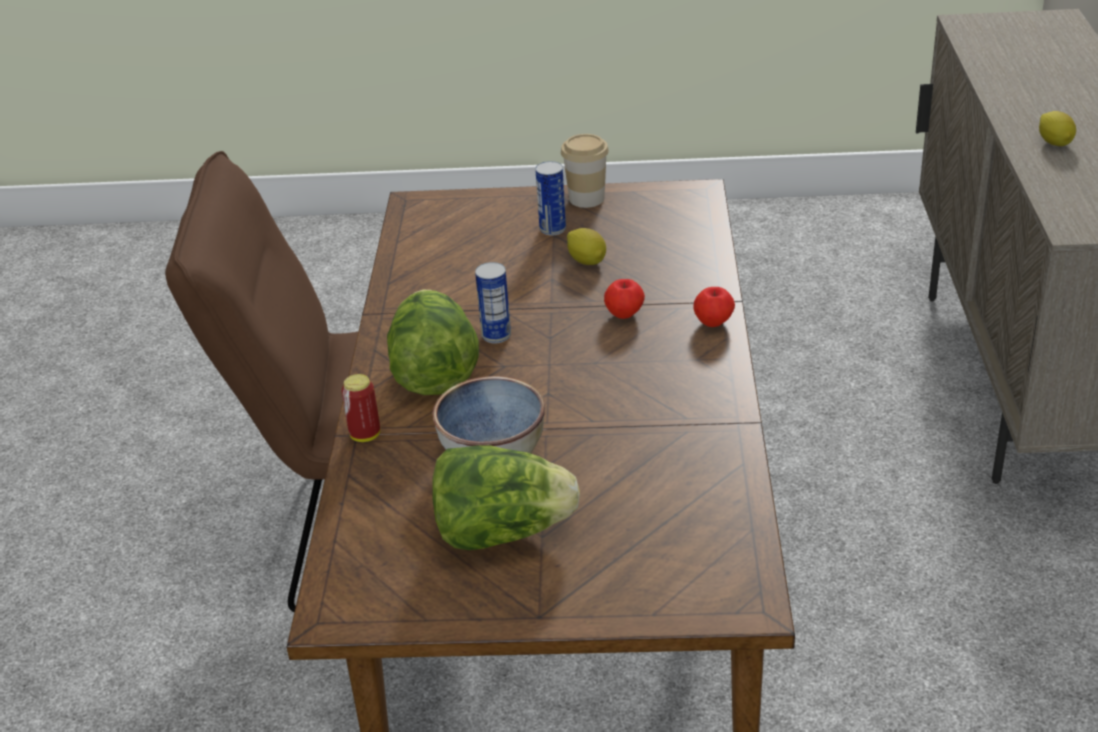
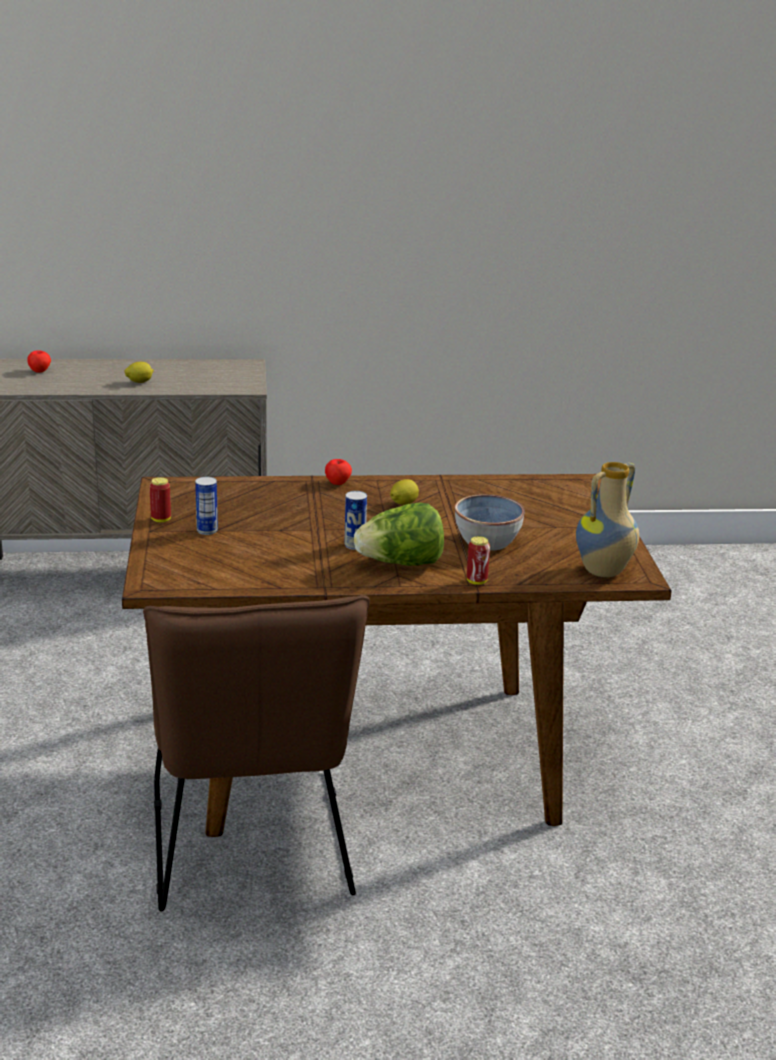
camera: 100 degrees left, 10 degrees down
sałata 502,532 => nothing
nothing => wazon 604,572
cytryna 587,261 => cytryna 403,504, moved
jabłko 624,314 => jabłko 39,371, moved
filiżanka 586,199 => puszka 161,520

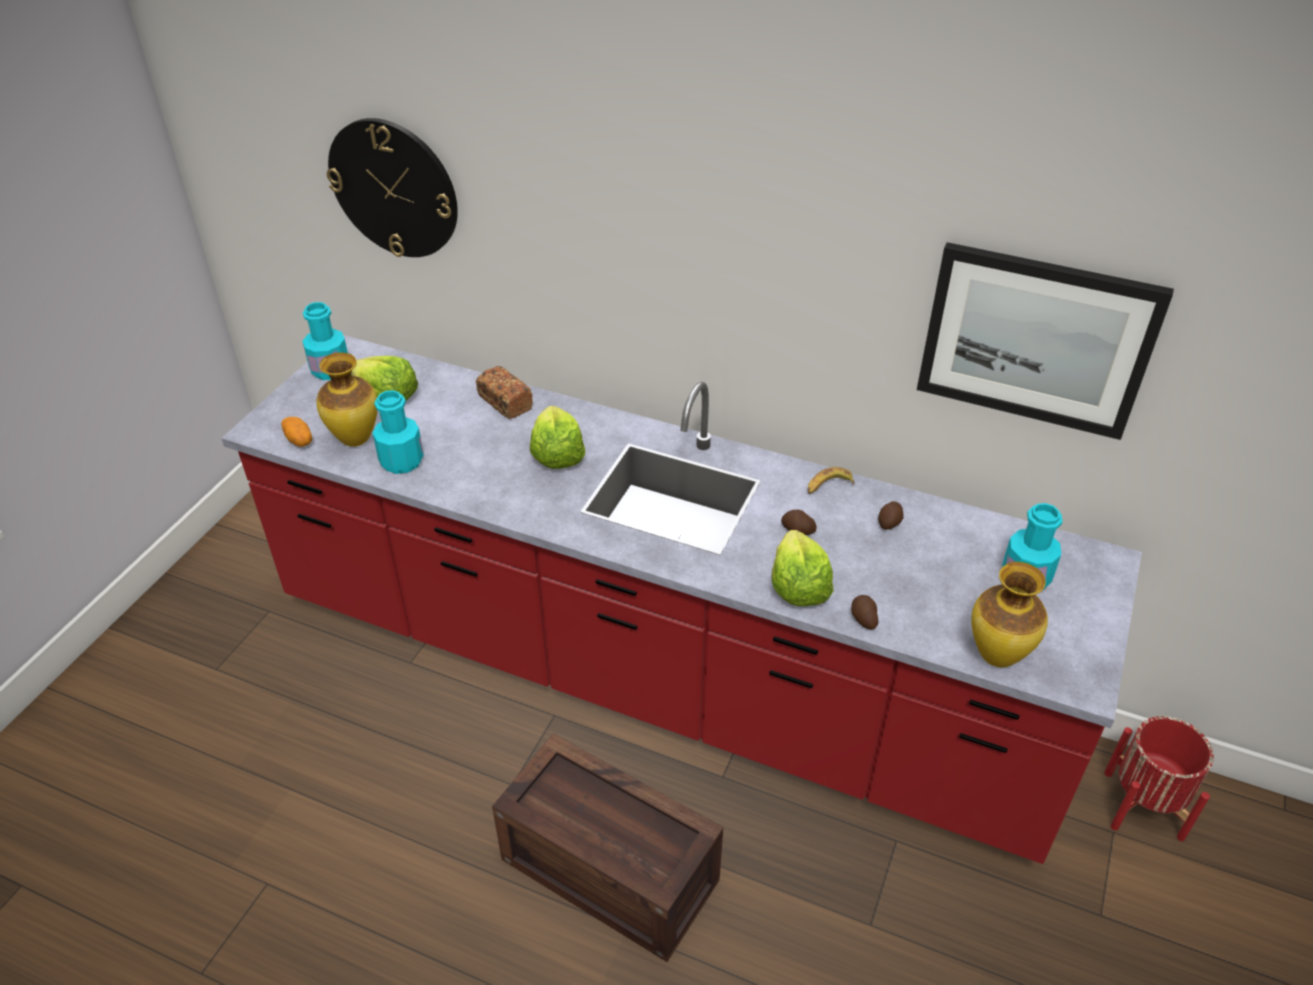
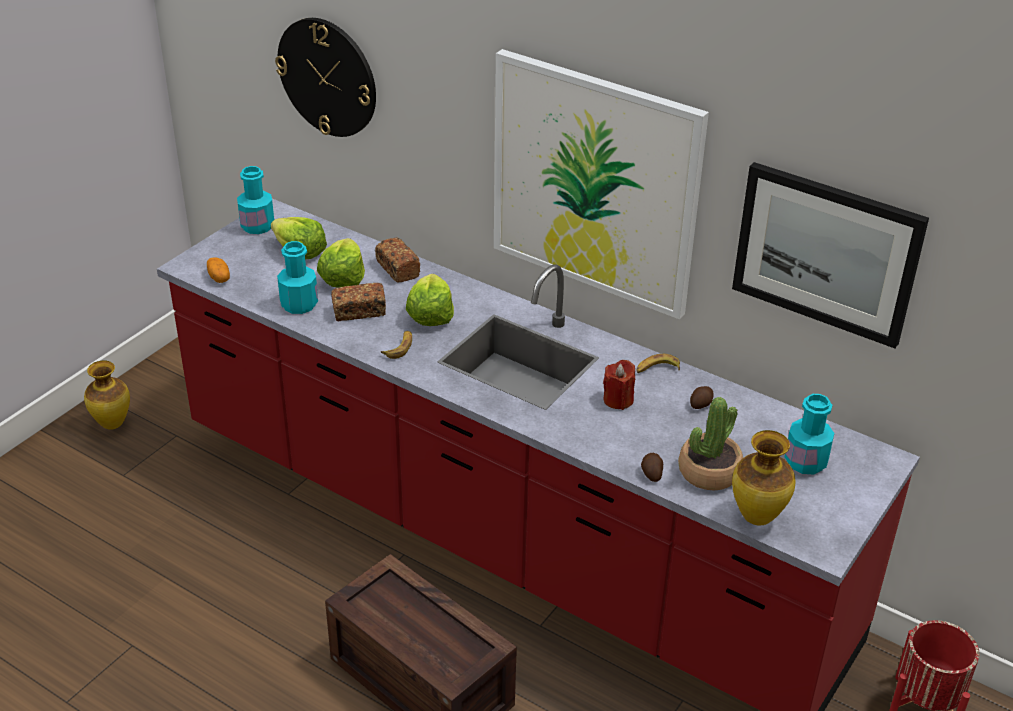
camera: 10 degrees right, 5 degrees down
nothing => chleb 359,311
nothing => banan 399,347
nothing => obraz 594,183
nothing => roślina doniczkowa 709,472
wazon 356,439 => wazon 113,424, moved
sałata 798,586 => sałata 342,278, moved
ziemniak 797,530 => świeca/czerwony 618,400

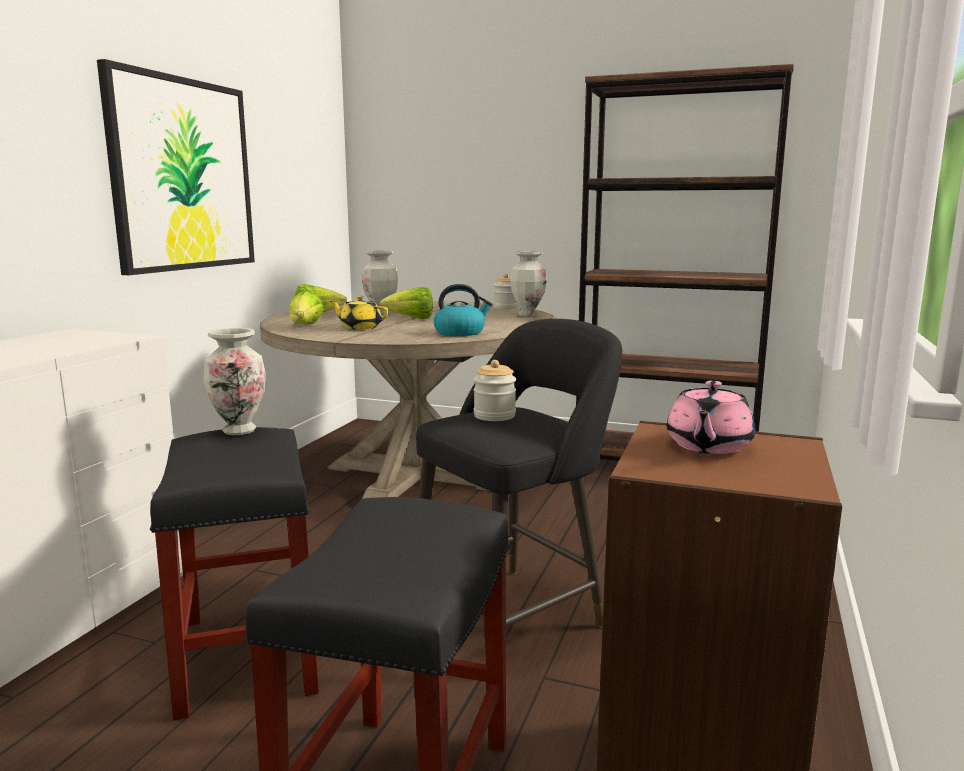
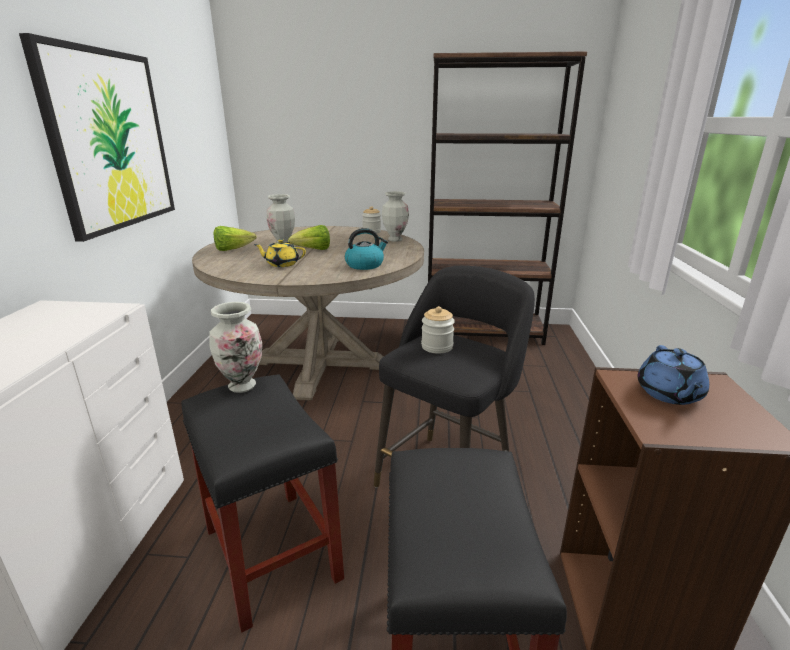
camera: 15 degrees left, 10 degrees up
sałata 305,326 => nothing
imbryk/różowy 708,446 => imbryk/niebieski 669,394

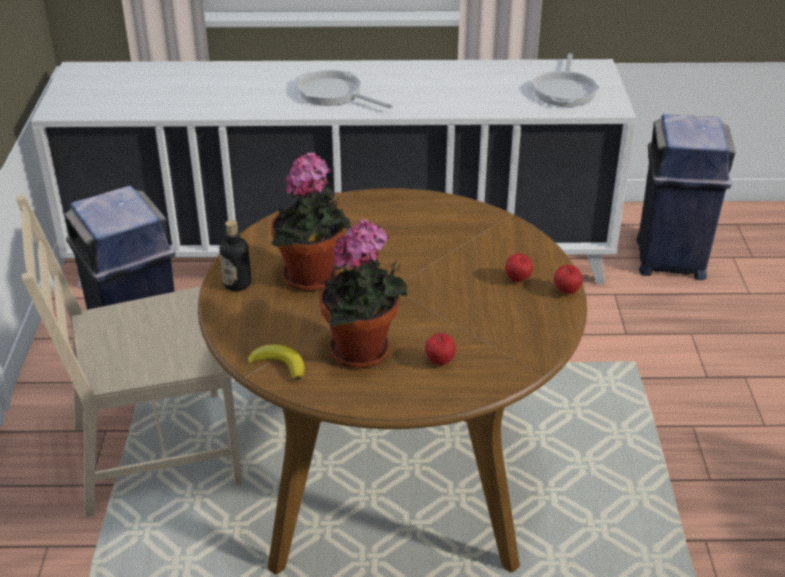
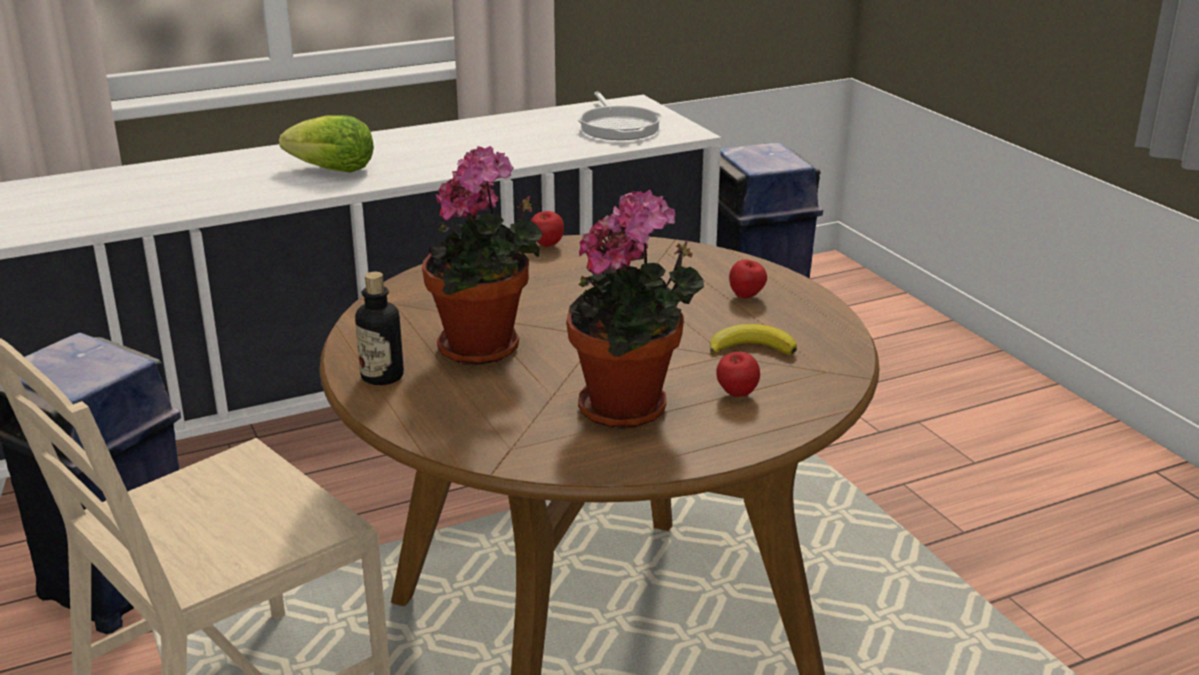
camera: 25 degrees left, 10 degrees down
banan 279,365 => banan 751,348, moved
jabłko 566,292 => jabłko 546,246, moved
patelnia 333,94 => sałata 333,170

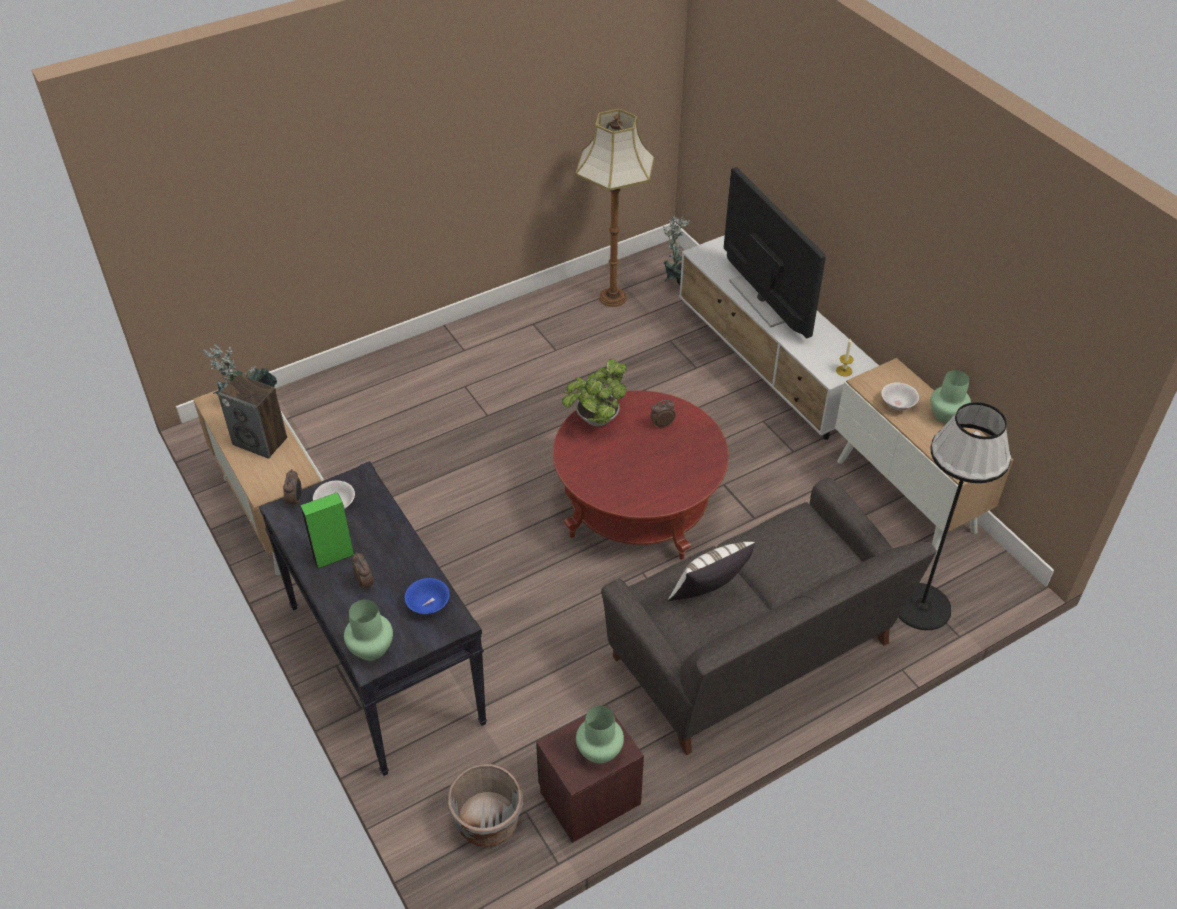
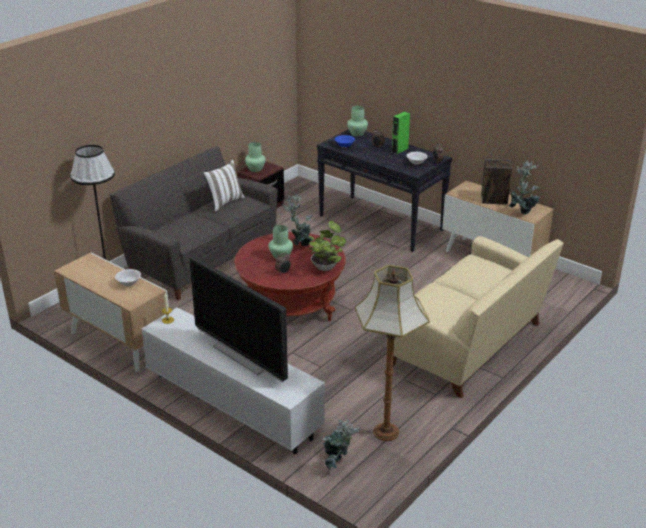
camera: 160 degrees right, 15 degrees down
donica/szary 487,821 => nothing
nothing => roślina doniczkowa 300,245
nothing => kanapa/beżowy 469,345
wazon/zielony 945,415 => wazon/zielony 281,256, moved

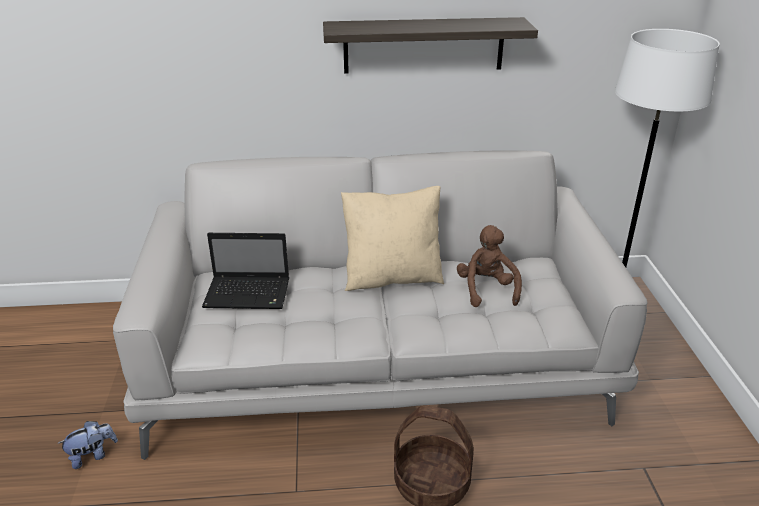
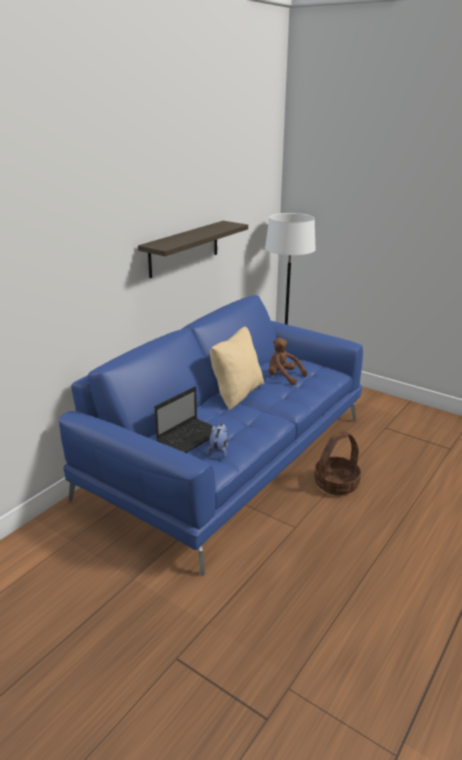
camera: 50 degrees left, 5 degrees down
pluszak 92,455 => pluszak 219,451, moved
kanapa/szary 379,358 => kanapa/niebieski 230,455

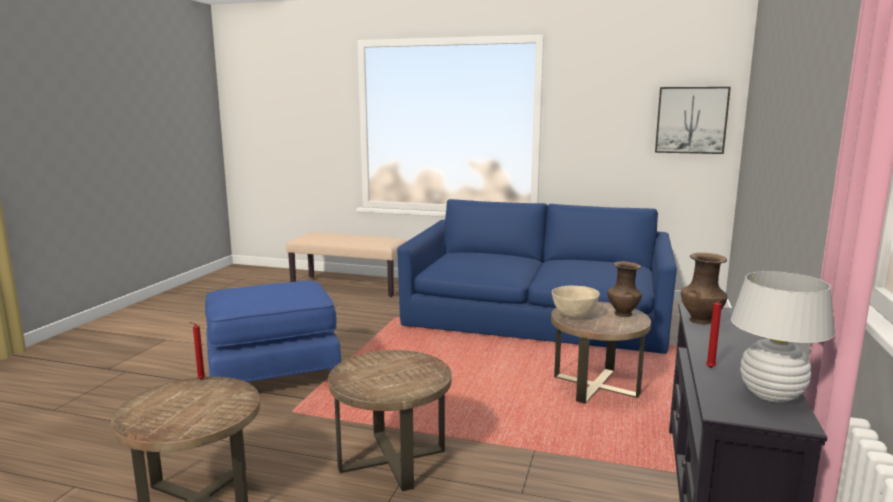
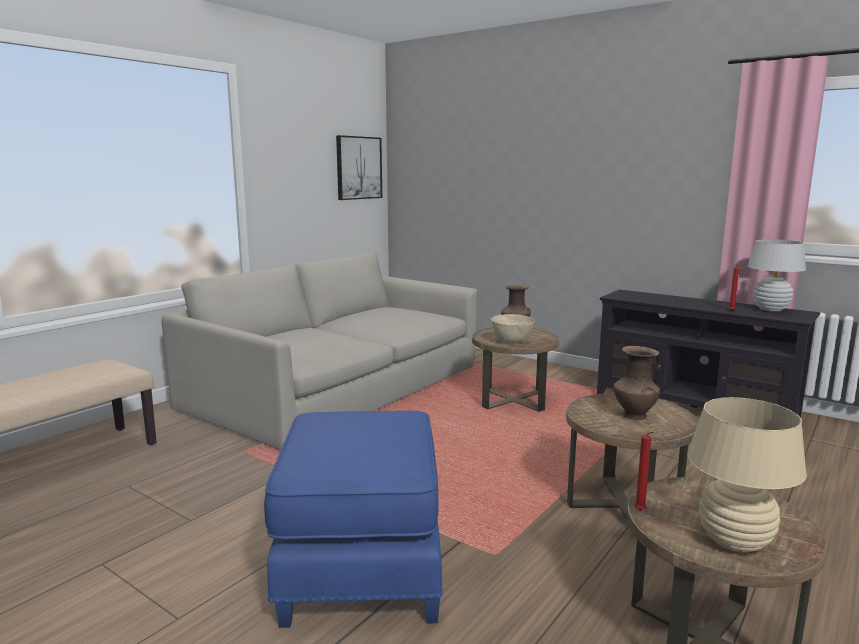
camera: 70 degrees left, 0 degrees up
nothing => lampa stołowa/beżowy 734,541
wazon/brązowy 701,320 => wazon/brązowy 633,415, moved
kanapa/niebieski 537,317 => kanapa/szary 338,387

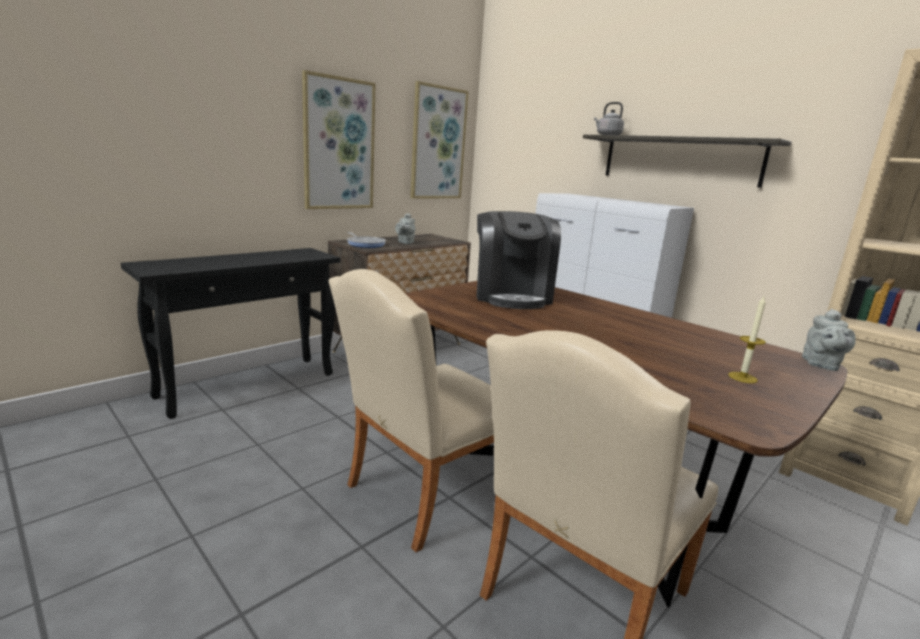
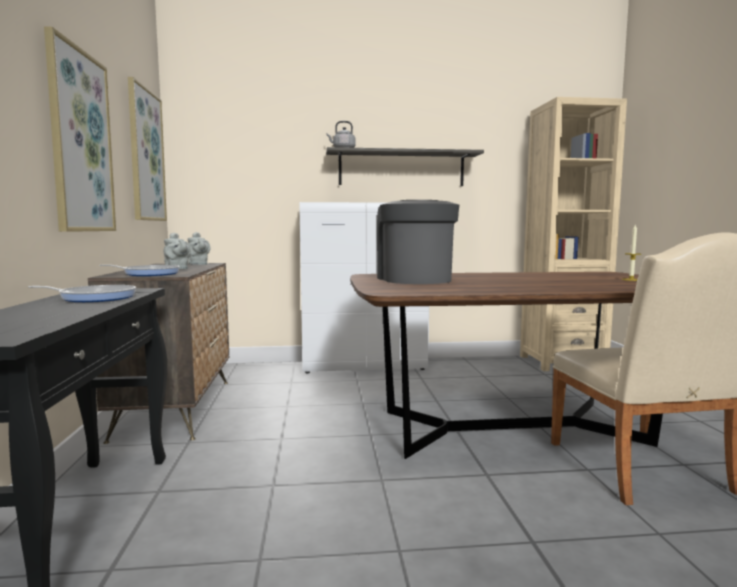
camera: 50 degrees left, 10 degrees down
krzesło/beżowy 421,494 => nothing
nothing => patelnia 94,298
imbryk/szary 820,365 => imbryk/szary 198,264, moved
ekspres do kawy 512,296 => ekspres do kawy 414,279, 135 degrees counterclockwise

